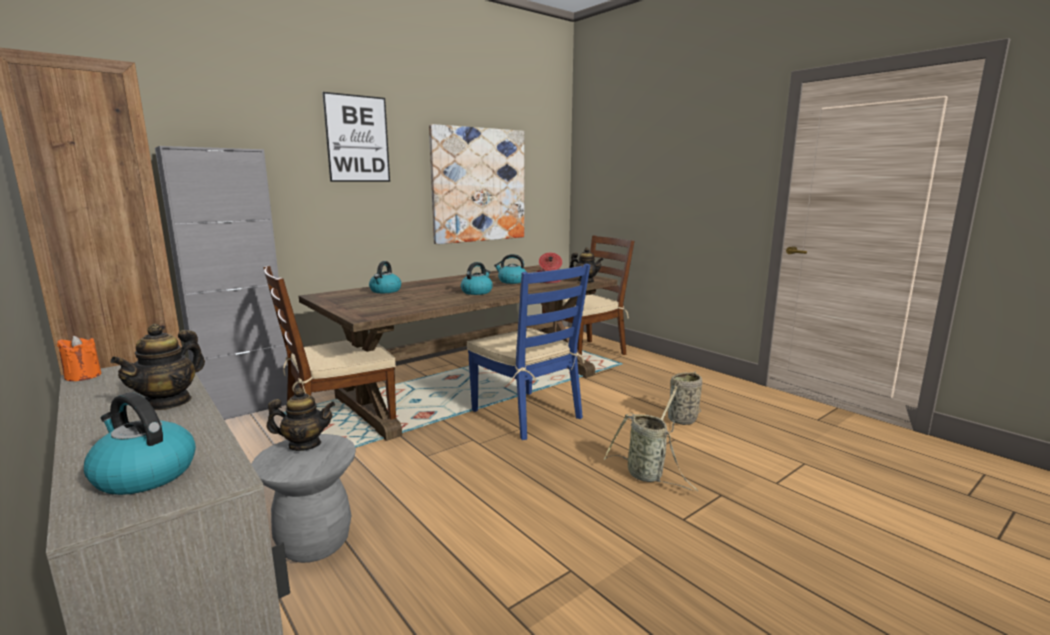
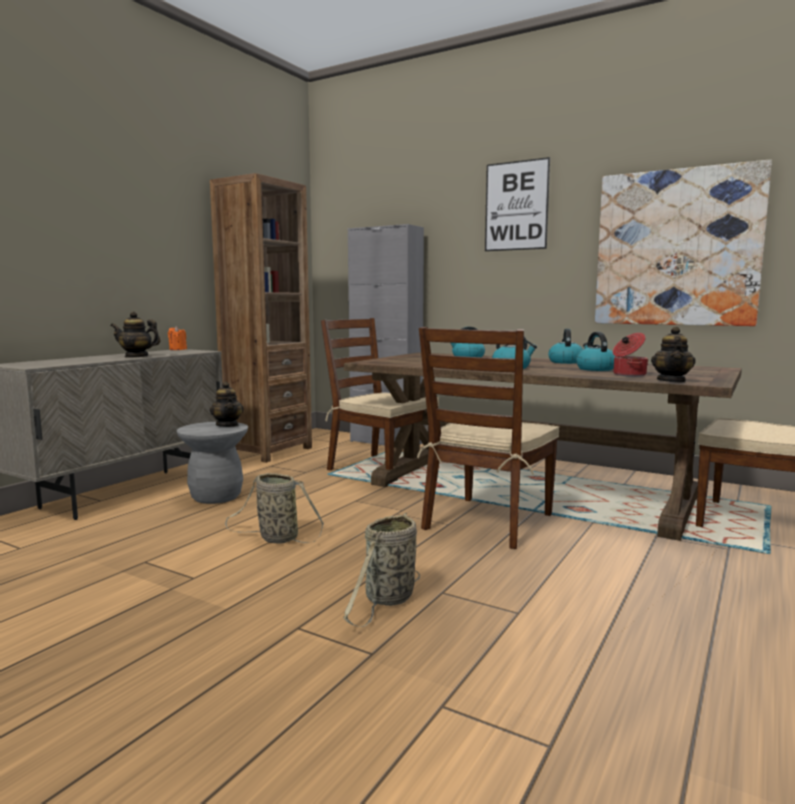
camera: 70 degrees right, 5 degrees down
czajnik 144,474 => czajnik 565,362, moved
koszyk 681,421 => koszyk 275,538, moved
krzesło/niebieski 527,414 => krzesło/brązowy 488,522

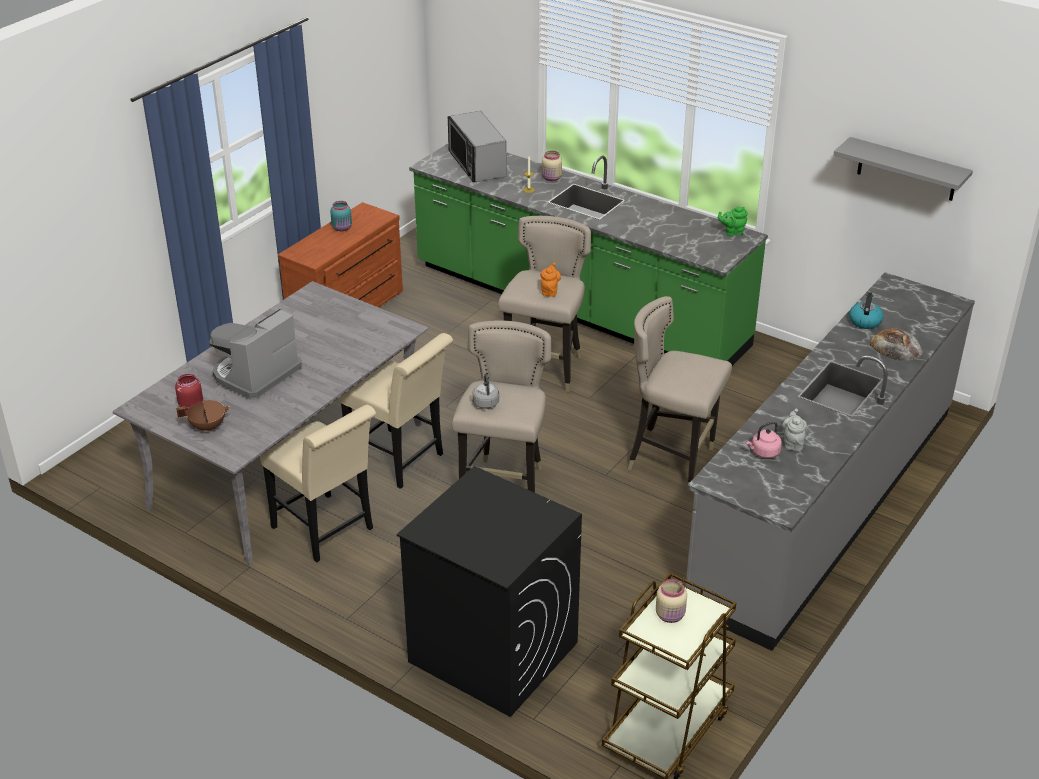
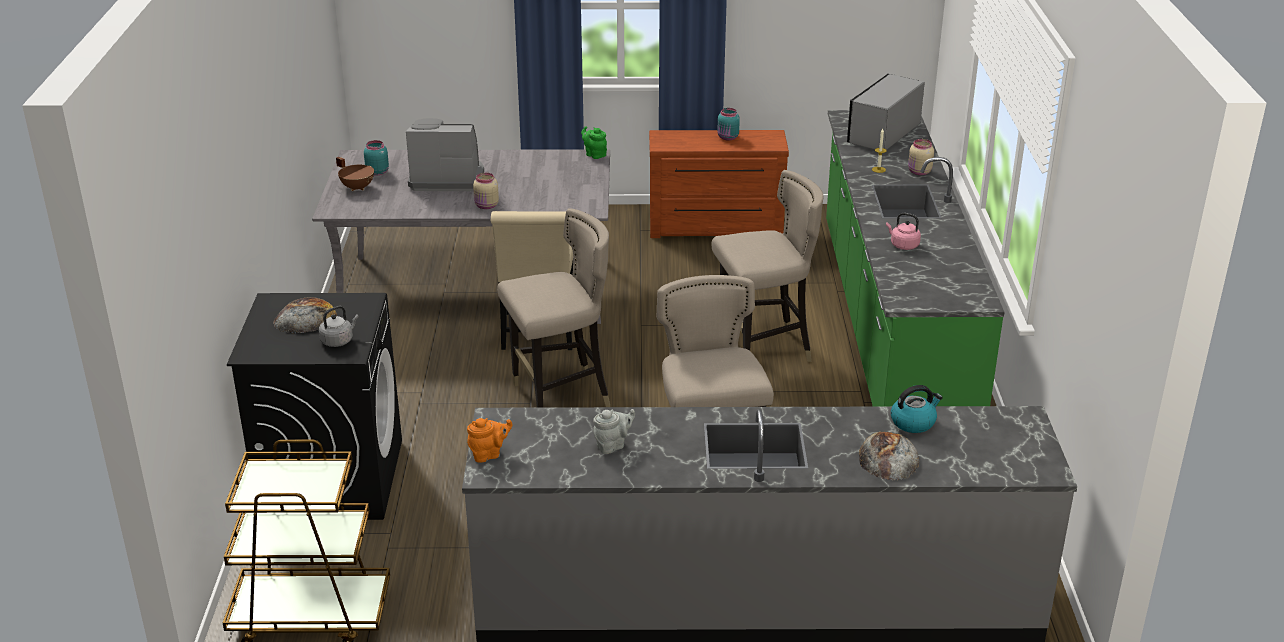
camera: 55 degrees right, 5 degrees down
krzesło/beżowy 327,531 => nothing
półka/szary 907,169 => nothing
nothing => chleb 305,318
czajnik/szary 485,402 => czajnik/szary 338,341, moved
imbryk/pomarańczowy 550,291 => imbryk/pomarańczowy 489,454, moved
słoik/beżowy 671,616 => słoik/beżowy 486,206, moved
imbryk/zielony 732,232 => imbryk/zielony 594,154, moved
czajnik/różowy 763,452 => czajnik/różowy 903,245, moved
słoik/czerwony 190,406 => słoik/turkusowy 377,172

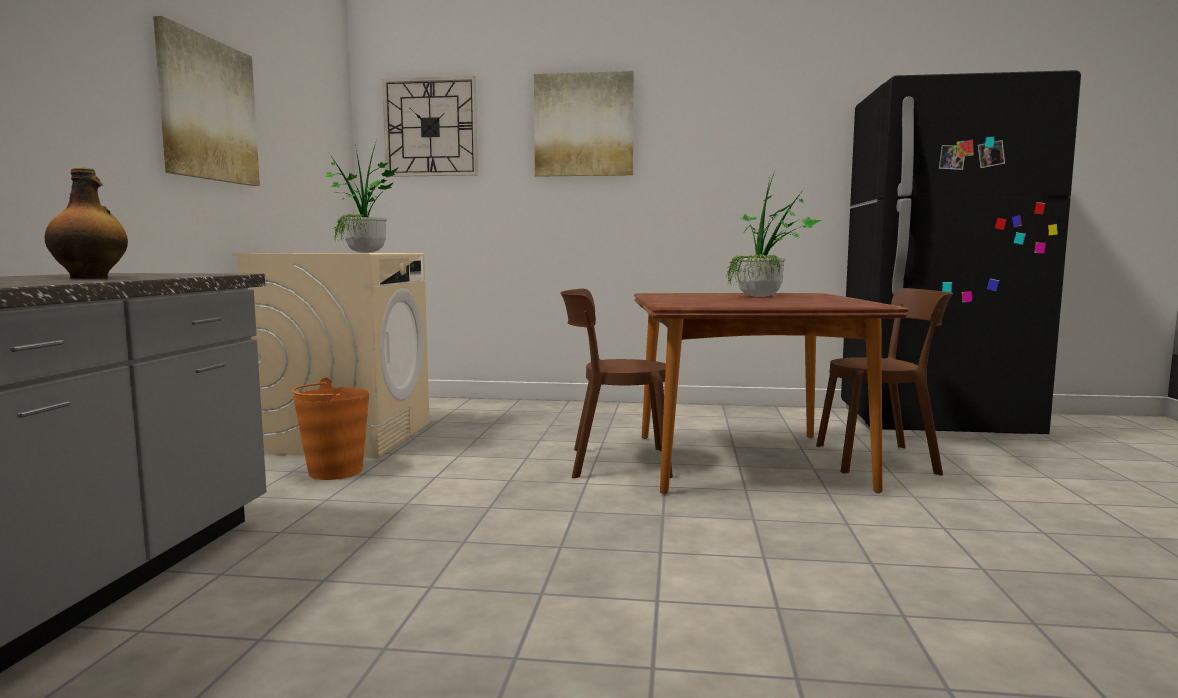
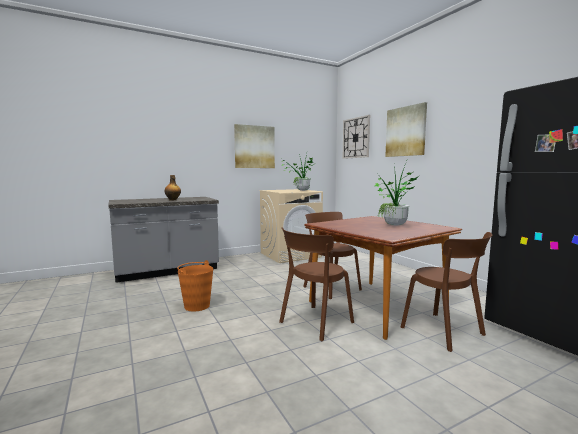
camera: 55 degrees right, 0 degrees up
nothing => krzesło/brązowy 314,323
wiadro/pomarańczowy 334,471 => wiadro/pomarańczowy 196,306, moved

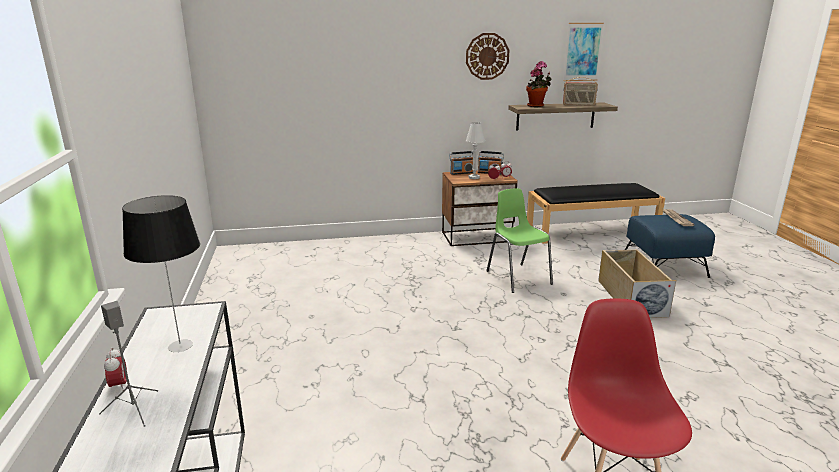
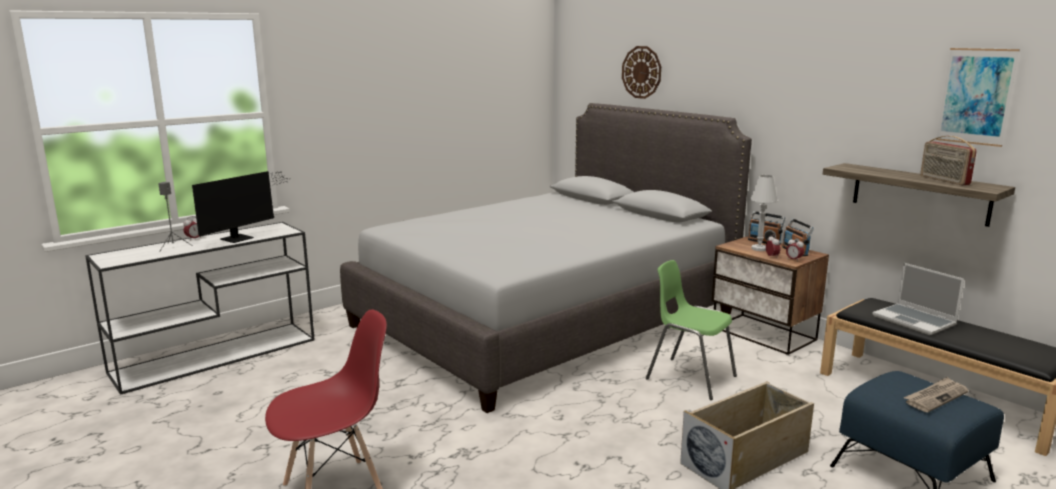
camera: 60 degrees right, 5 degrees down
roślina doniczkowa 537,106 => nothing
nothing => łóżko/szary 545,319
nothing => laptop 915,321
zegar ścienny 487,56 => zegar ścienny 641,72, moved
lampa stołowa 179,345 => monitor 241,237
krzesło/zielony 518,277 => krzesło/zielony 690,377, 90 degrees counterclockwise

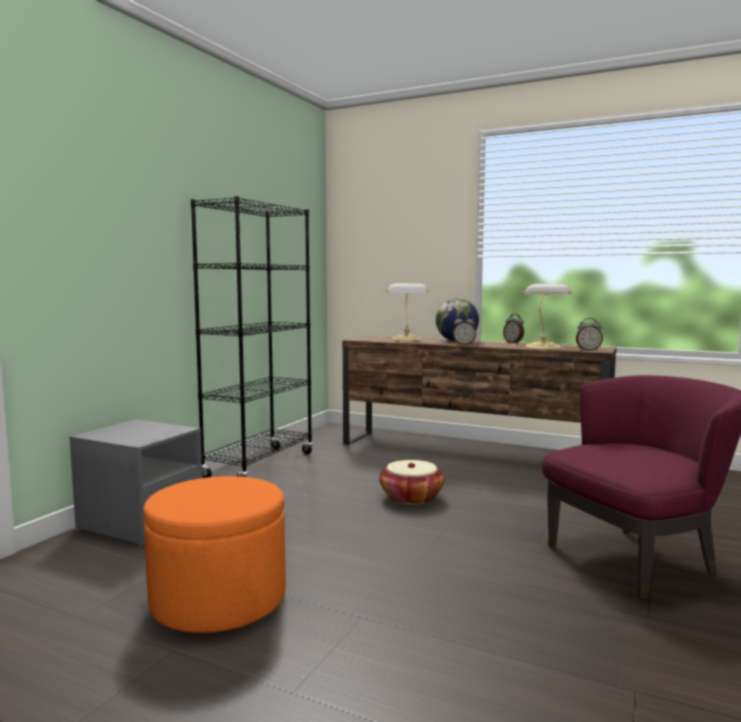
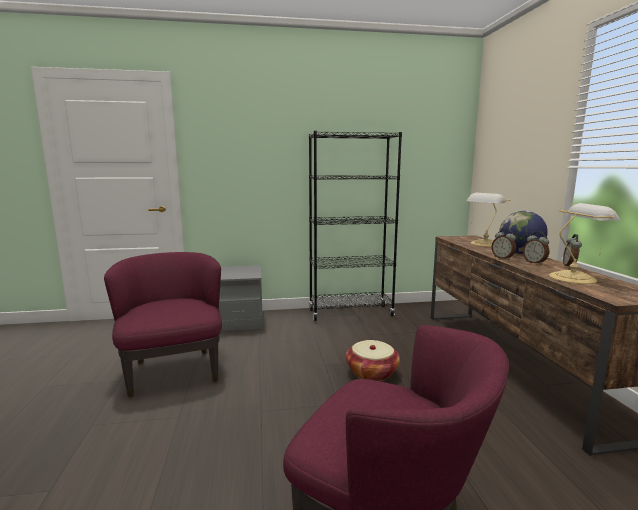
camera: 55 degrees right, 5 degrees up
budzik 588,350 => budzik 534,263, moved
pufa/pomarańczowy 218,599 => fotel/fioletowy 174,370

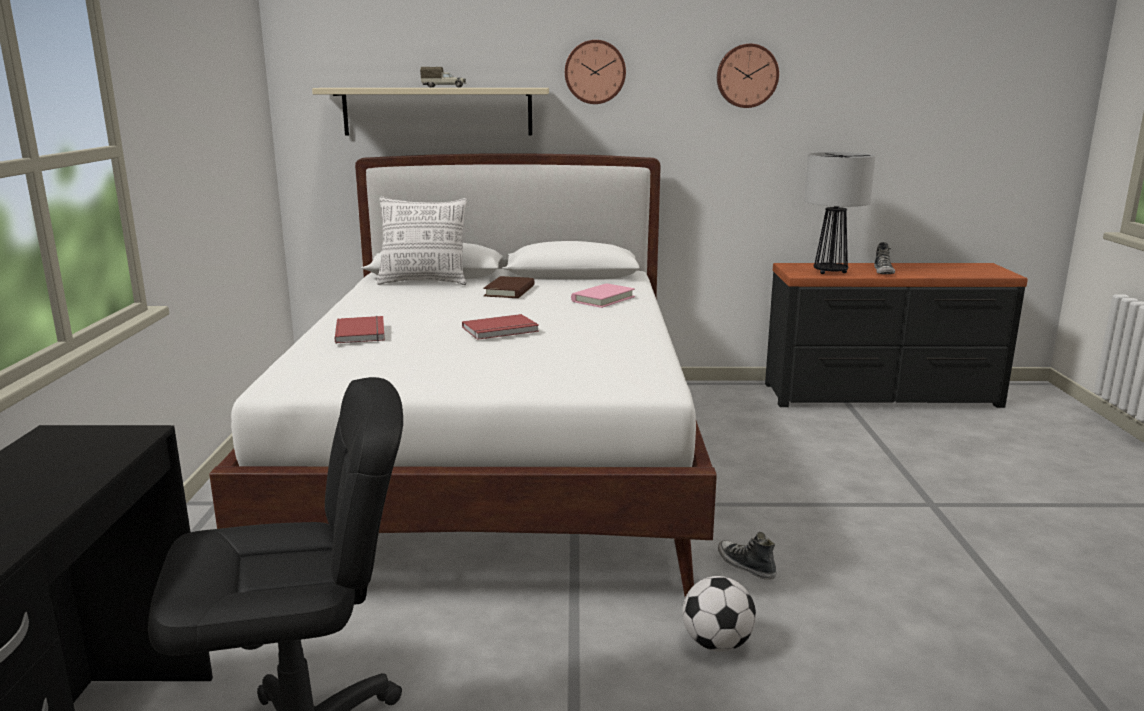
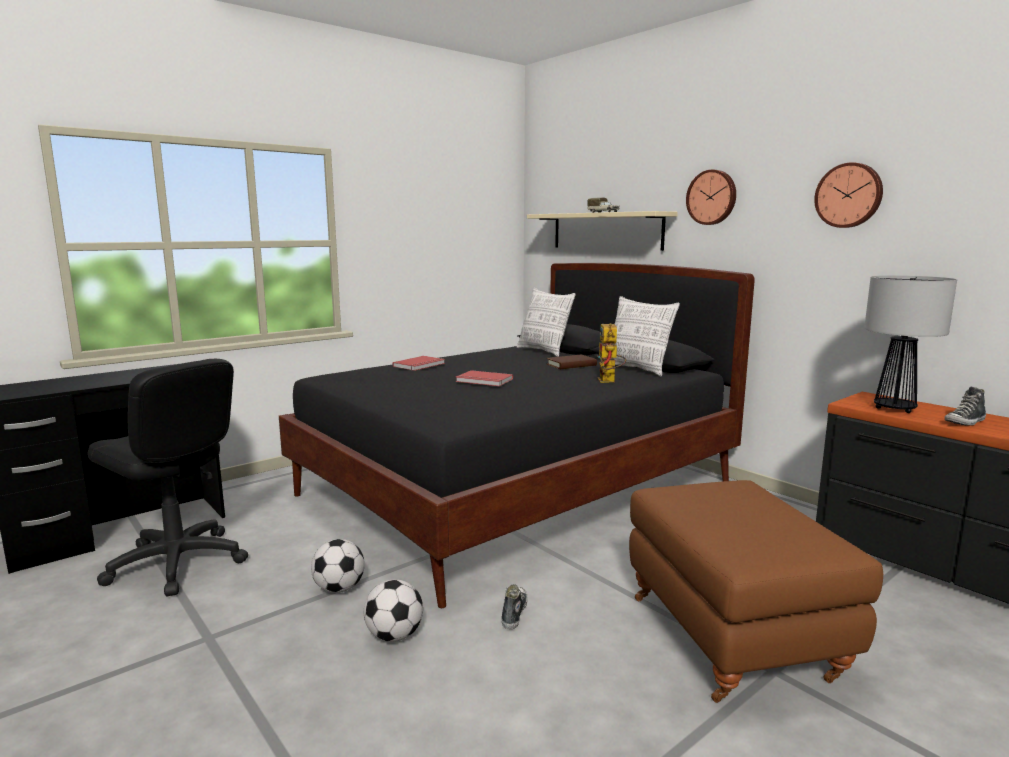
camera: 50 degrees right, 5 degrees down
nothing => piłka futbolowa 339,589
nothing => poduszka 637,369
nothing => pufa/brązowy 734,637
książka/różowy 603,299 => robot zabawkowy 609,381
łóżko/biały 498,464 => łóżko/czarny 517,489

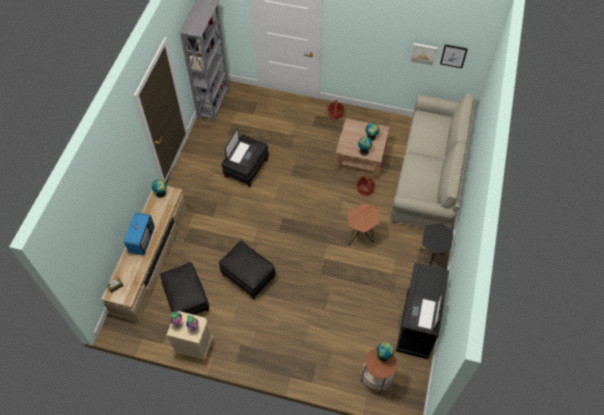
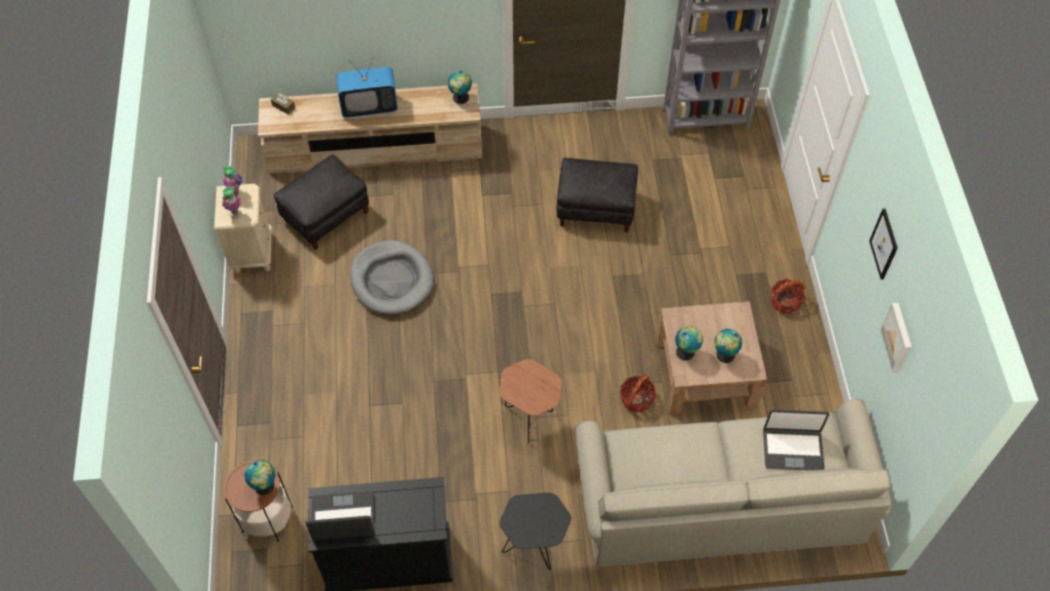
camera: 70 degrees right, 0 degrees up
laptop 241,154 => laptop 792,449, moved
obraz 453,56 => obraz 884,244, moved
pufa/czarny 248,276 => legowisko/szary 392,280

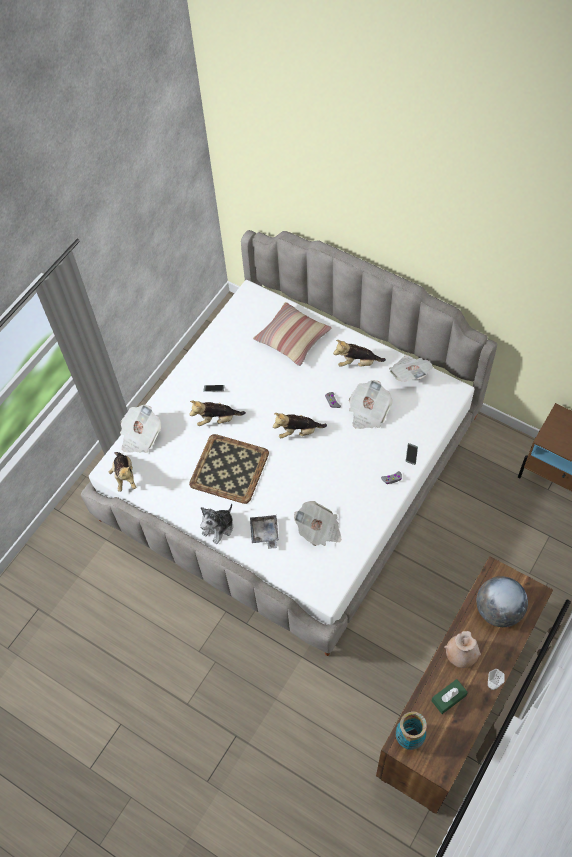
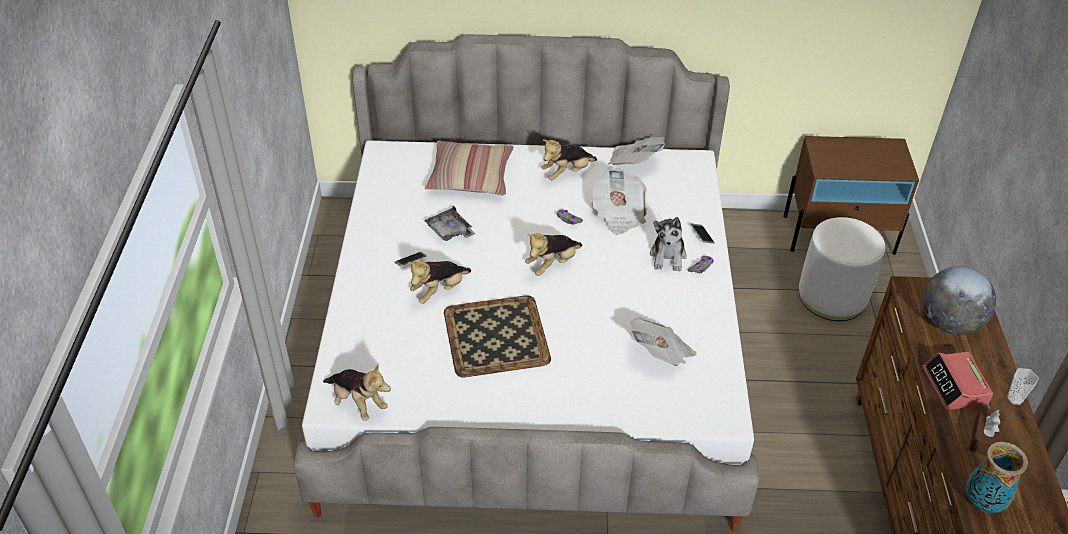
camera: 35 degrees left, 15 degrees down
gazeta 140,436 => nothing
nothing => pufa/biały 832,296
pluszak 219,528 => pluszak 668,256, moved
taca/szary 265,533 => taca/szary 450,231, moved
wazon/beżowy 460,655 => budzik 954,386
pudełko chusteczek/zielony 448,698 => pudełko chusteczek/brązowy 984,438

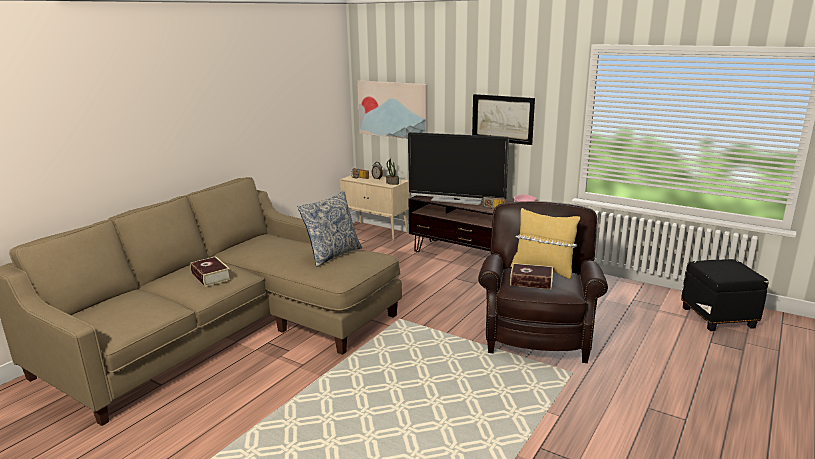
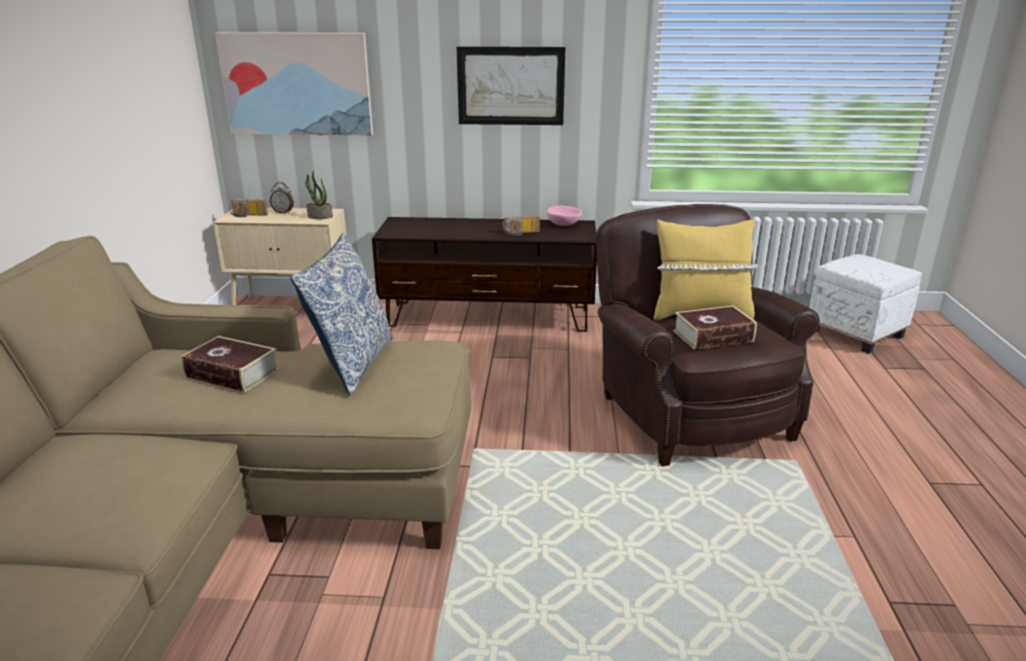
camera: 30 degrees left, 5 degrees up
telewizor 457,200 => nothing
książka 211,276 => książka 232,373, moved
pufa/czarny 718,317 => pufa/biały 856,334

